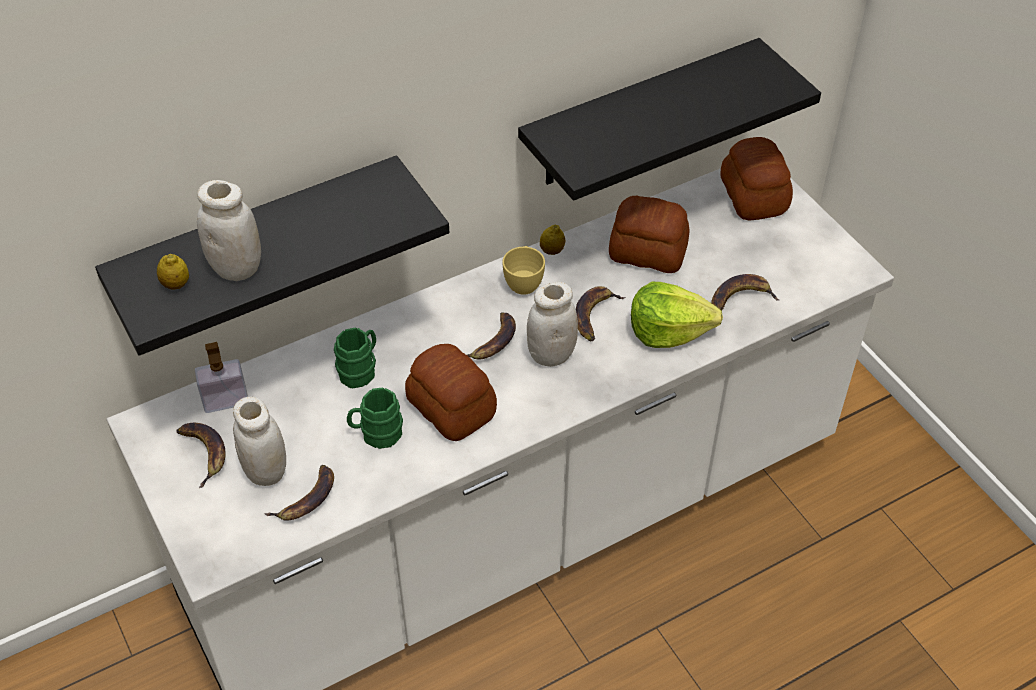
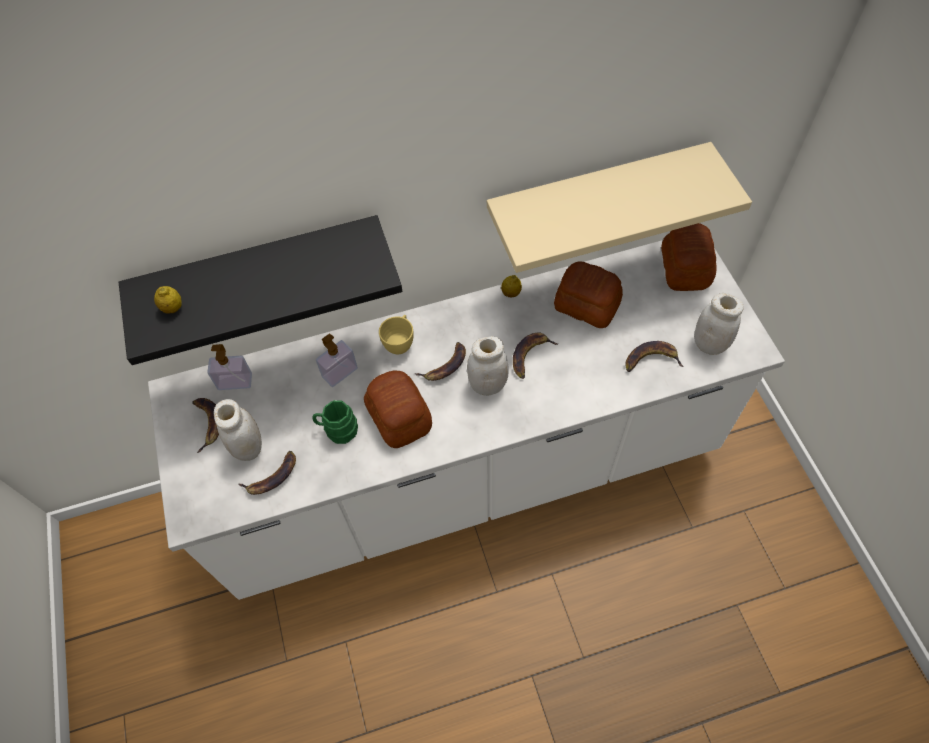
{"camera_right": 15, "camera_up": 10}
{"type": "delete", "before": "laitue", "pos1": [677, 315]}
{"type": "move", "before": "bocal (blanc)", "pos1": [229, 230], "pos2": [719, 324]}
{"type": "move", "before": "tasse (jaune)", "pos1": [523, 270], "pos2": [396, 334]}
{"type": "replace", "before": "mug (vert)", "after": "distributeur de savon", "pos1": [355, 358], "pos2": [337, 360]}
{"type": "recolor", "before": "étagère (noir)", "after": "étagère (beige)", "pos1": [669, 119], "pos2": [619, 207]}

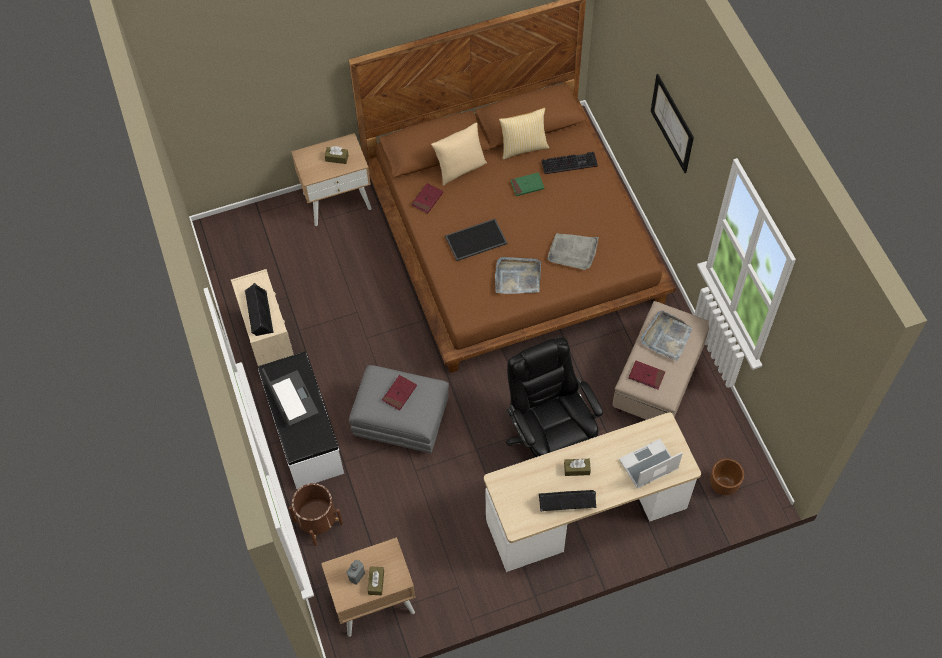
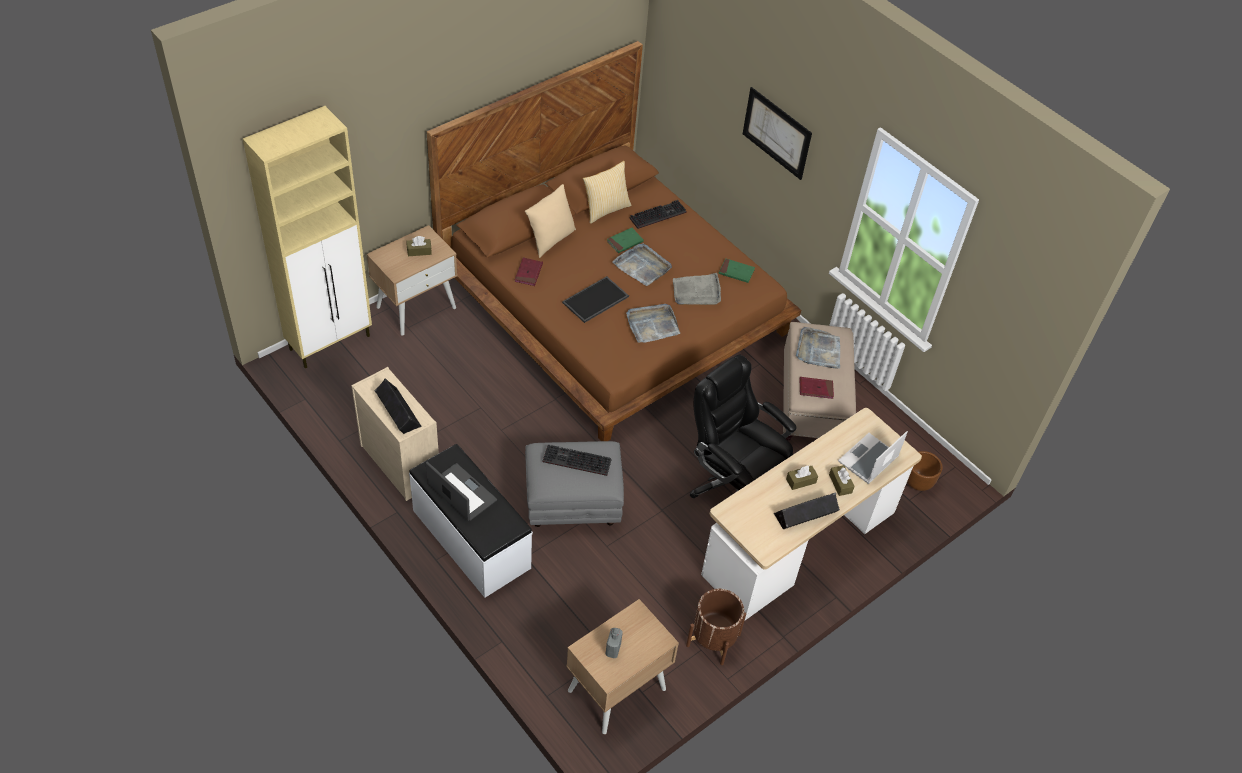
{"camera_right": -25, "camera_up": -10}
{"type": "insert", "after": "meuble de rangement (beige)", "pos2": [307, 237]}
{"type": "insert", "after": "plateau (gris)", "pos2": [642, 264]}
{"type": "insert", "after": "livre (vert)", "pos2": [736, 270]}
{"type": "move", "before": "cache-pot (marron)", "pos1": [316, 514], "pos2": [716, 627]}
{"type": "move", "before": "boîte à mouchoirs (marron)", "pos1": [375, 580], "pos2": [842, 480]}
{"type": "replace", "before": "livre (rouge)", "after": "clavier", "pos1": [399, 392], "pos2": [577, 460]}

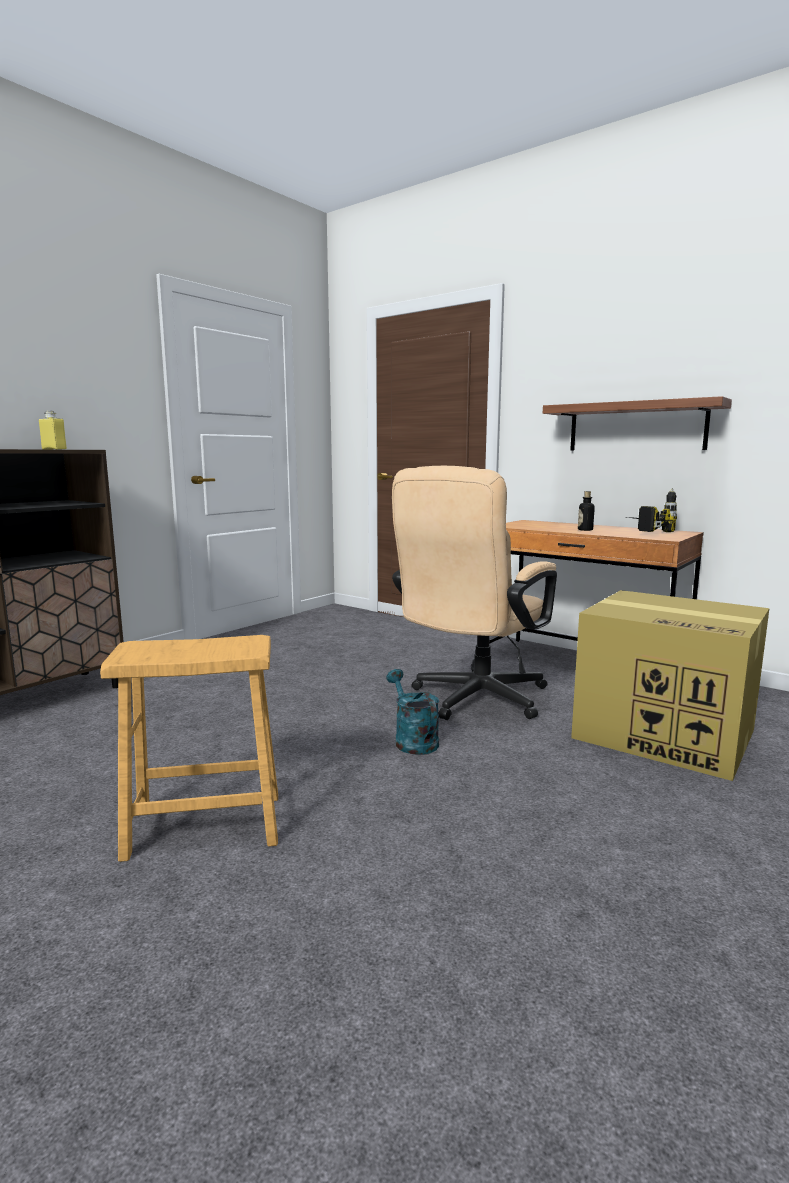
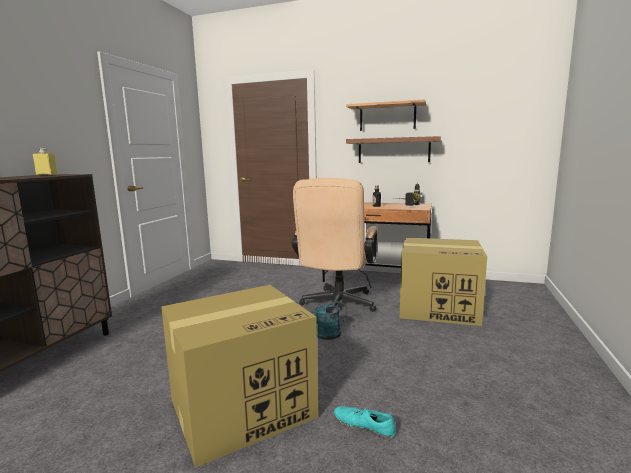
{"camera_right": -20, "camera_up": 0}
{"type": "insert", "after": "chaussure (turquoise)", "pos2": [365, 422]}
{"type": "insert", "after": "étagère", "pos2": [386, 115]}
{"type": "replace", "before": "tabouret (marron)", "after": "carton", "pos1": [189, 748], "pos2": [239, 376]}
{"type": "rotate", "before": "arrosoir (turquoise)", "pos1": [412, 712], "pos2": [321, 320], "turn": -45}

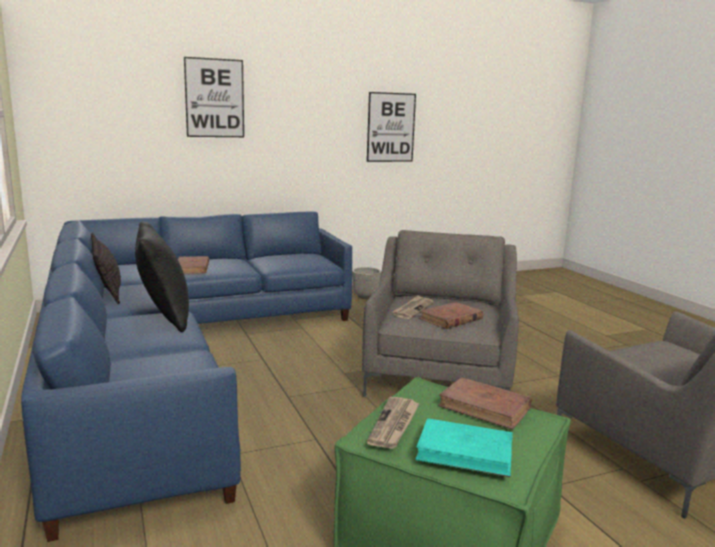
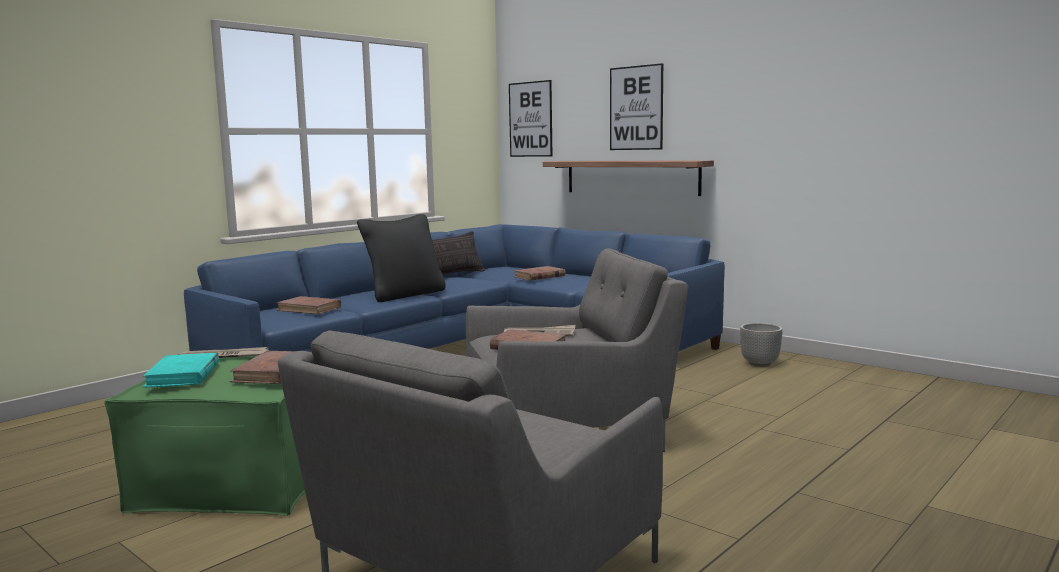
{"camera_right": 65, "camera_up": -5}
{"type": "insert", "after": "livre (marron)", "pos2": [308, 305]}
{"type": "insert", "after": "étagère", "pos2": [628, 178]}
{"type": "move", "before": "tableau", "pos1": [391, 127], "pos2": [530, 118]}

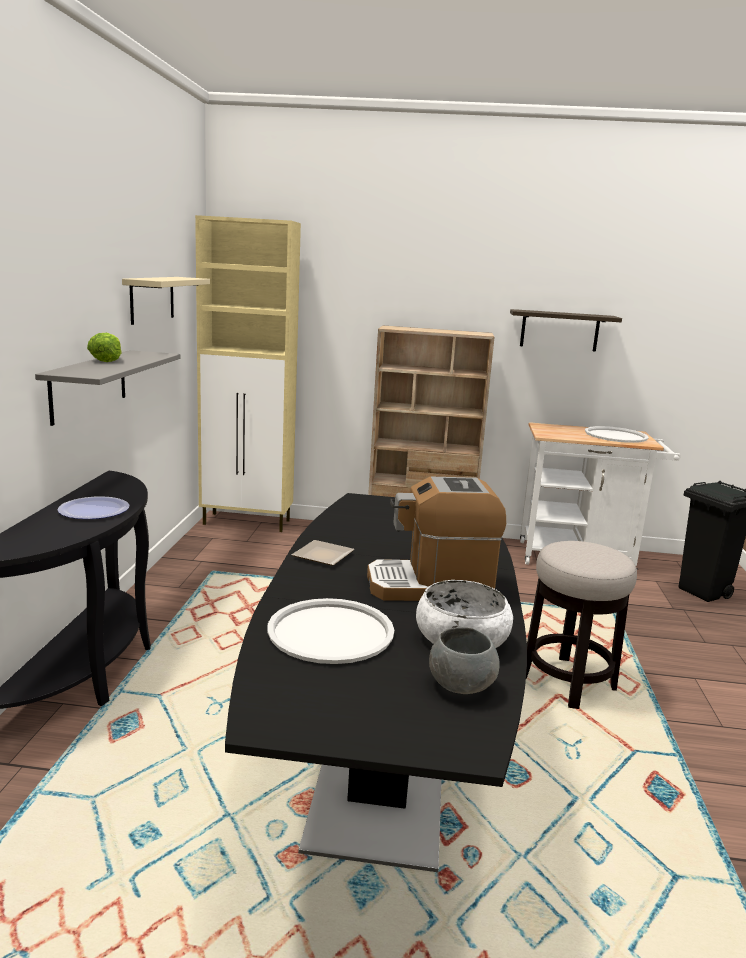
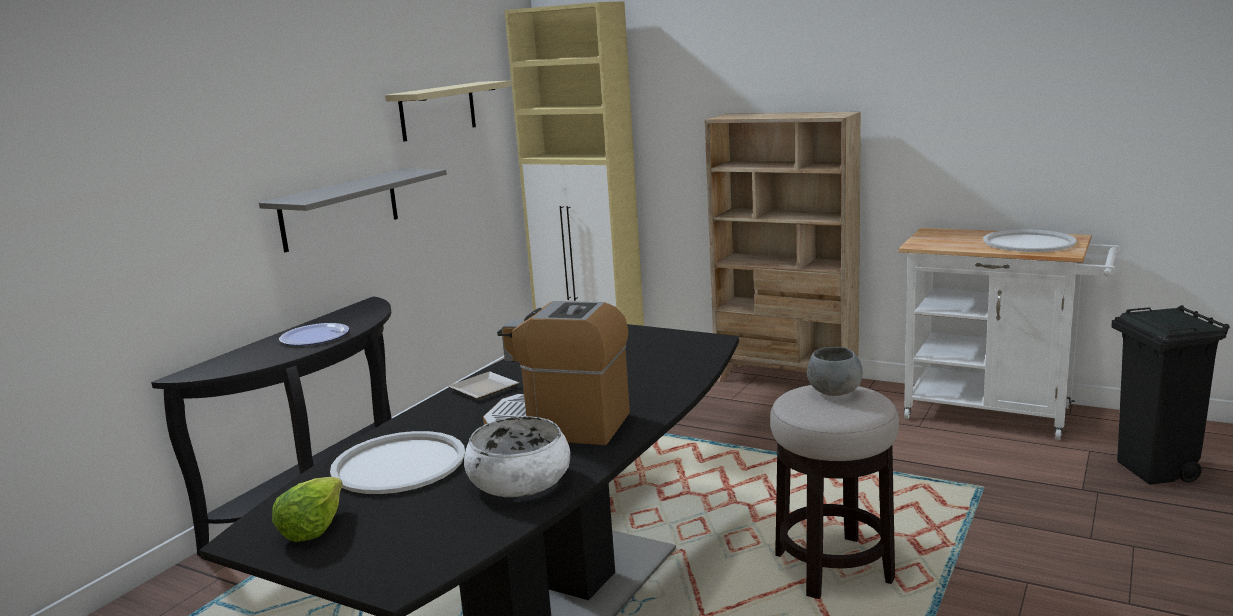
{"camera_right": 25, "camera_up": 0}
{"type": "delete", "before": "étagère", "pos1": [566, 330]}
{"type": "move", "before": "laitue", "pos1": [104, 347], "pos2": [307, 509]}
{"type": "move", "before": "bol (gris)", "pos1": [464, 660], "pos2": [835, 371]}

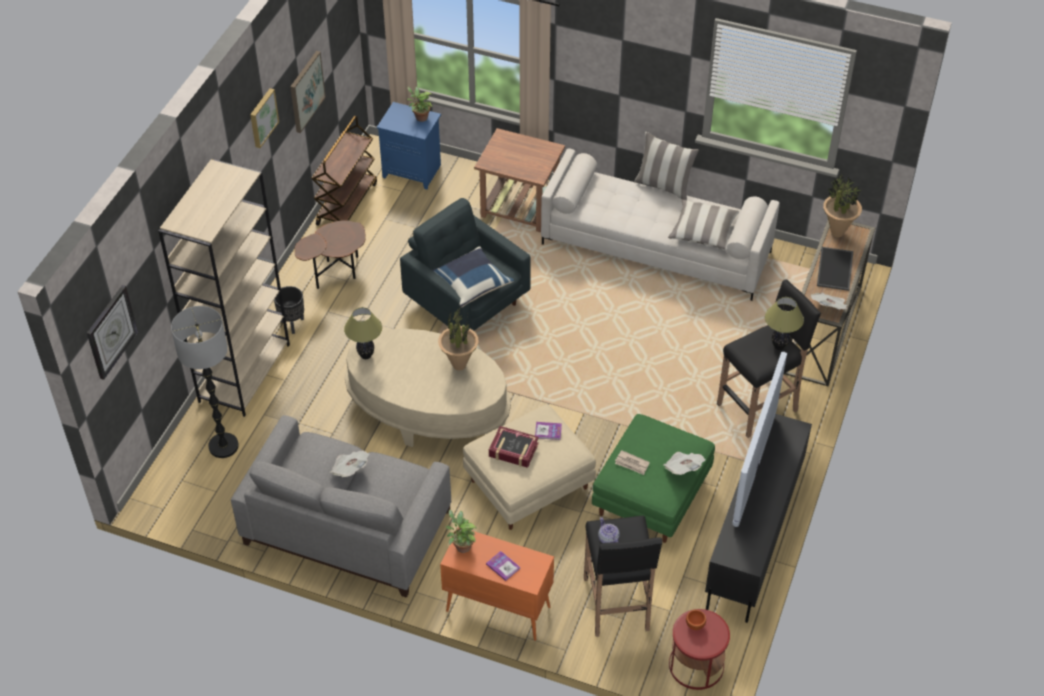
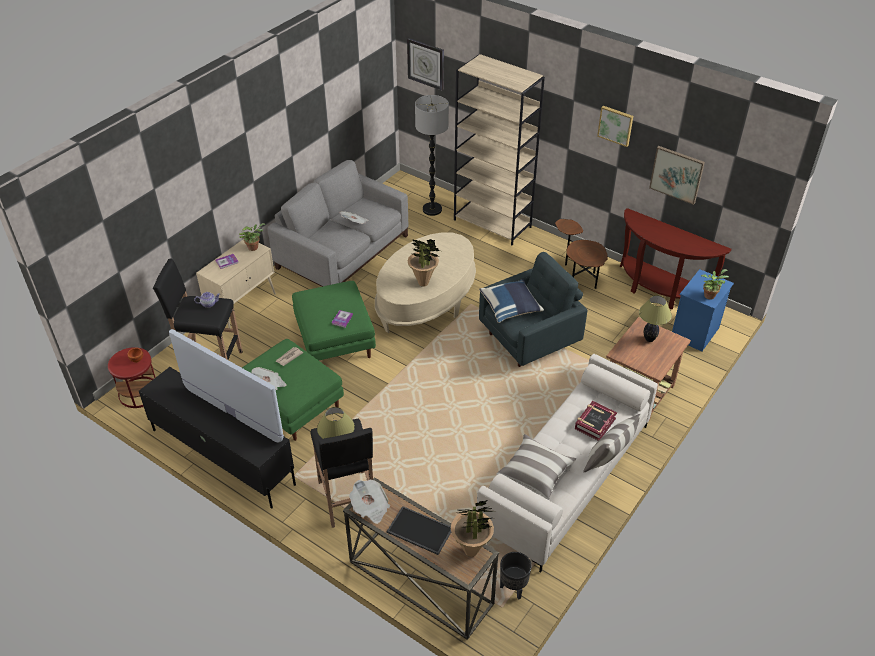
{"camera_right": 105, "camera_up": -5}
{"type": "move", "before": "cache-pot (noir)", "pos1": [289, 310], "pos2": [516, 576]}
{"type": "move", "before": "lampe de table", "pos1": [363, 333], "pos2": [655, 318]}
{"type": "move", "before": "livre", "pos1": [514, 447], "pos2": [596, 421]}
{"type": "replace", "before": "chariot (marron)", "after": "table console (marron)", "pos1": [344, 171], "pos2": [676, 258]}
{"type": "recolor", "before": "meuble de rangement (orange)", "after": "meuble de rangement (beige)", "pos1": [497, 584], "pos2": [236, 283]}
{"type": "recolor", "before": "pouf (beige)", "after": "pouf (vert)", "pos1": [529, 467], "pos2": [334, 320]}

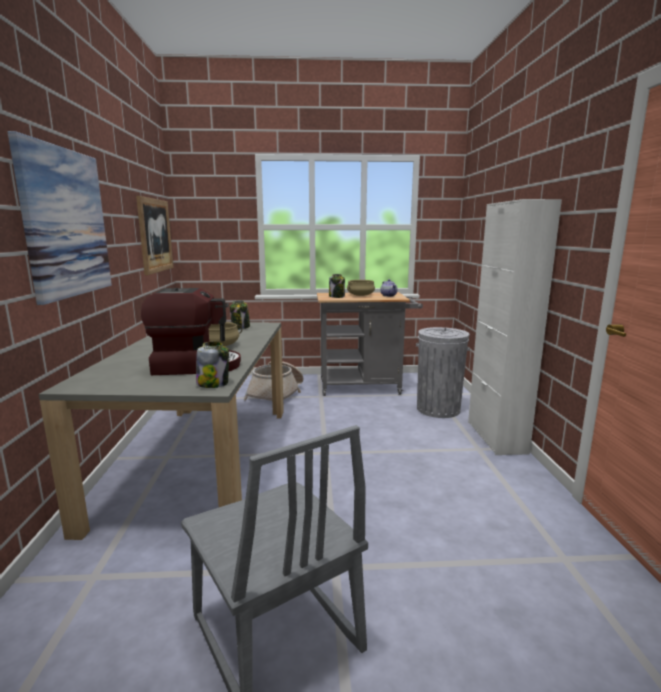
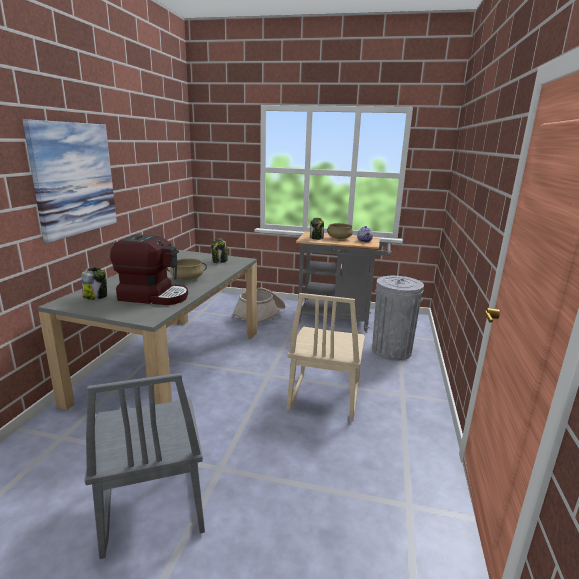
{"camera_right": 15, "camera_up": 5}
{"type": "delete", "before": "tableau", "pos1": [155, 235]}
{"type": "delete", "before": "meuble de rangement (blanc)", "pos1": [515, 327]}
{"type": "insert", "after": "chaise (beige)", "pos2": [326, 357]}
{"type": "move", "before": "bocal", "pos1": [212, 365], "pos2": [94, 283]}

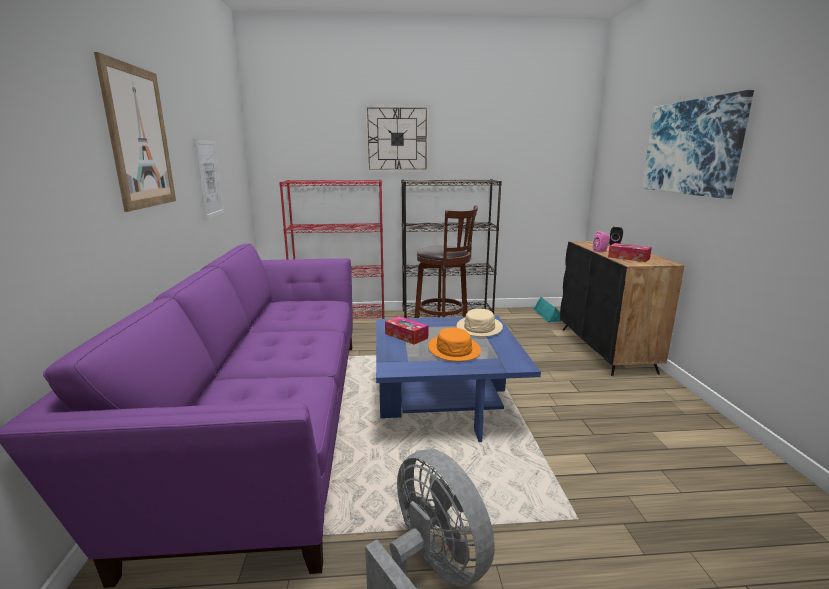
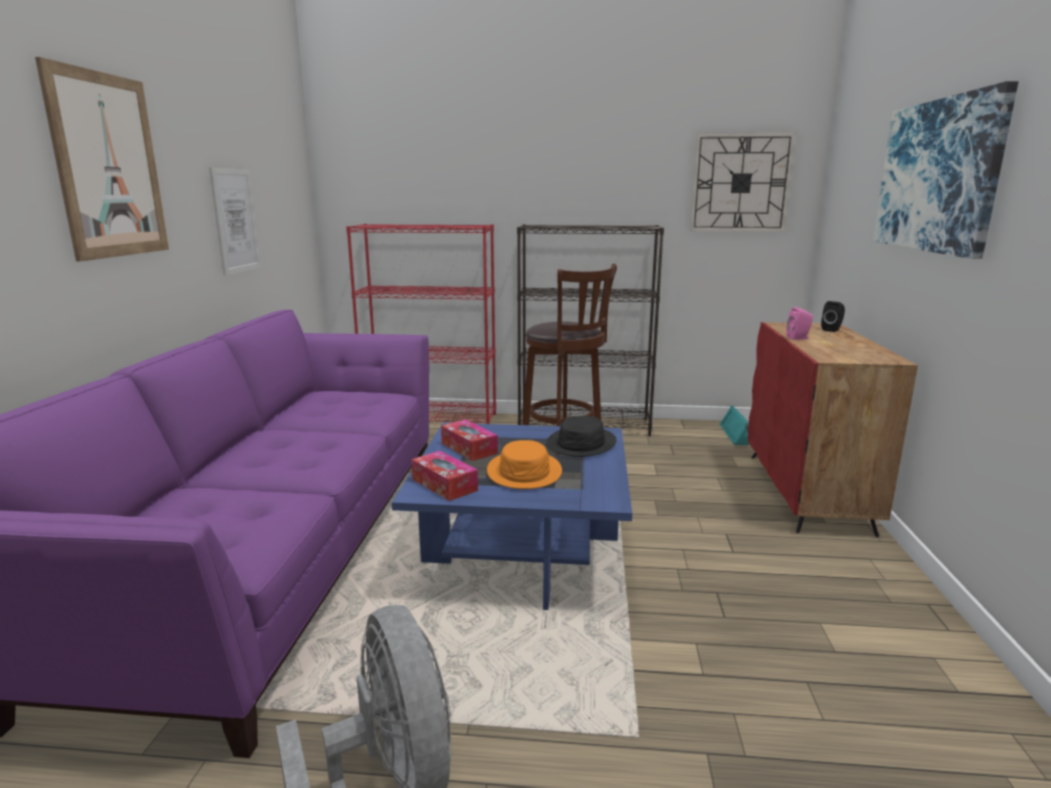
{"camera_right": 10, "camera_up": 0}
{"type": "move", "before": "horloge murale", "pos1": [397, 138], "pos2": [743, 182]}
{"type": "move", "before": "boîte à mouchoirs", "pos1": [630, 252], "pos2": [444, 476]}
{"type": "recolor", "before": "chapeau (beige)", "after": "chapeau (noir)", "pos1": [480, 323], "pos2": [581, 436]}
{"type": "recolor", "before": "meuble de rangement (noir)", "after": "meuble de rangement (rouge)", "pos1": [622, 308], "pos2": [833, 429]}

